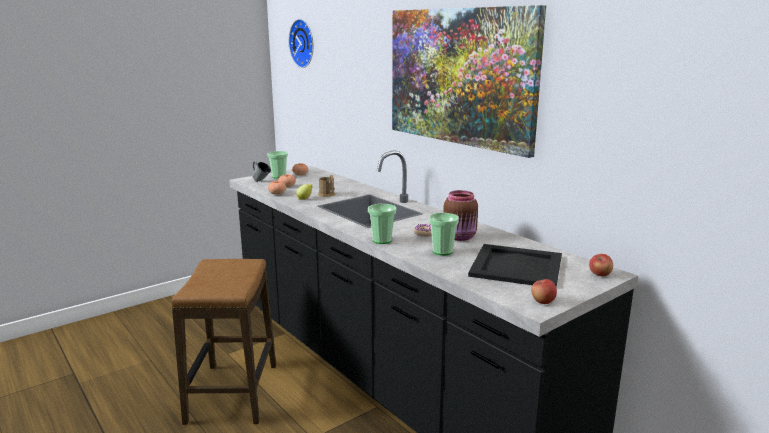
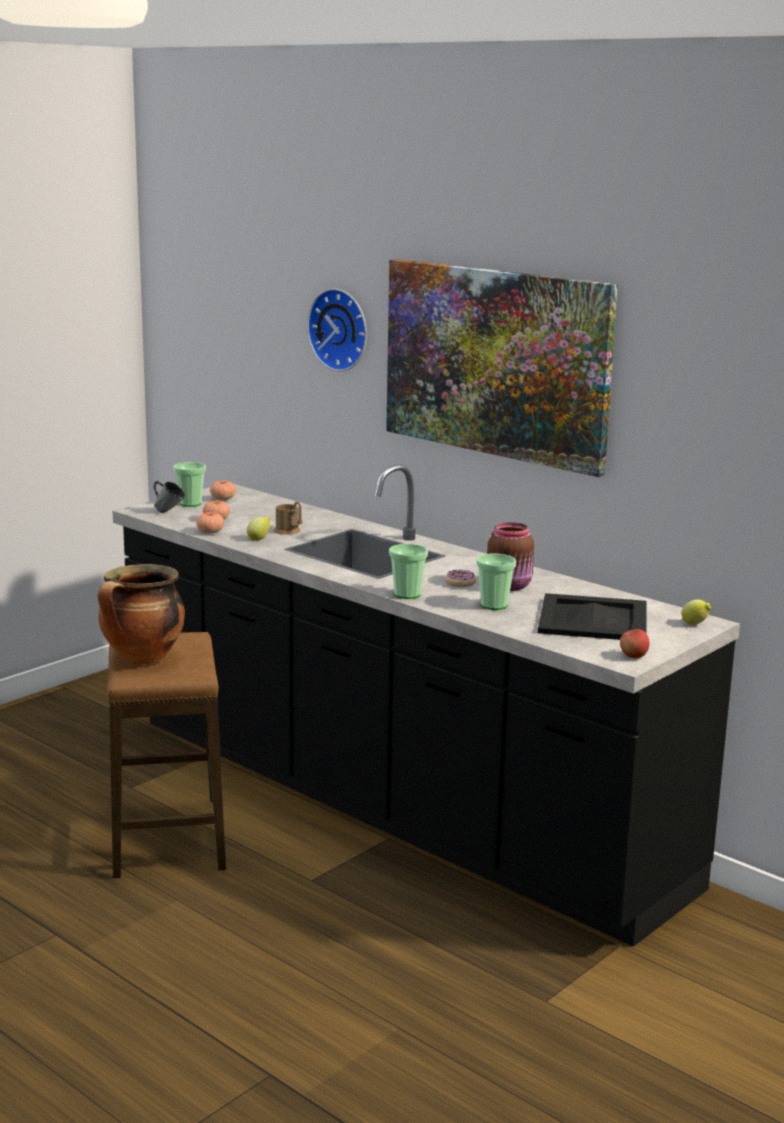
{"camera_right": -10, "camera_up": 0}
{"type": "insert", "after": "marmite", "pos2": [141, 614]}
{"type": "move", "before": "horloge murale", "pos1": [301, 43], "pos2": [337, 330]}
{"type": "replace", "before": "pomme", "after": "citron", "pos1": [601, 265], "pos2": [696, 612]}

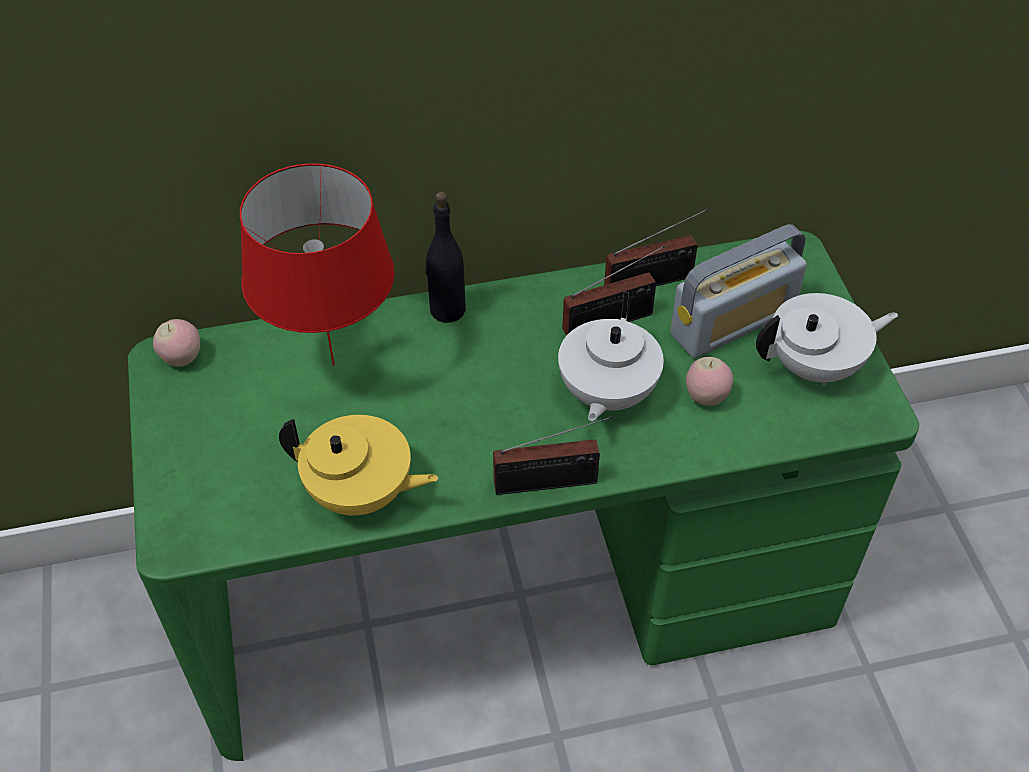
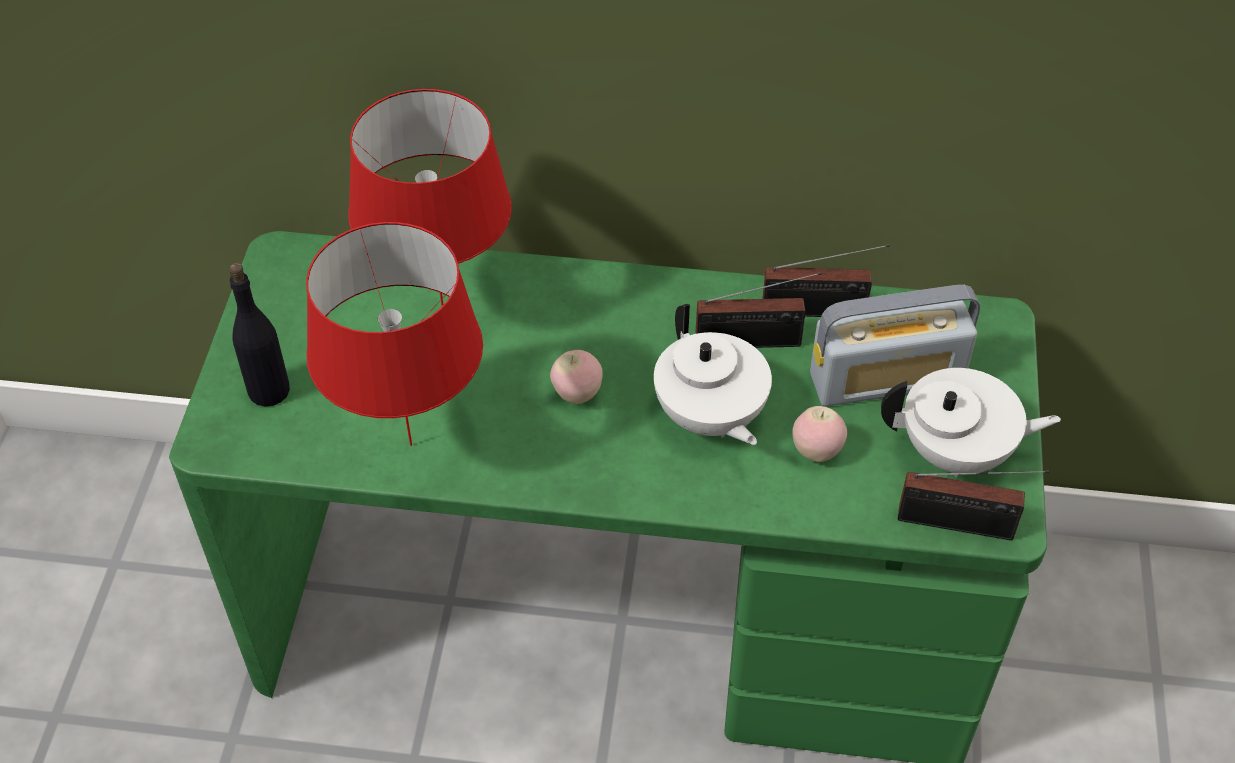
{"camera_right": 20, "camera_up": 0}
{"type": "move", "before": "pomme", "pos1": [176, 343], "pos2": [576, 377]}
{"type": "move", "before": "bouteille (noir)", "pos1": [445, 257], "pos2": [259, 335]}
{"type": "move", "before": "radio", "pos1": [553, 455], "pos2": [973, 505]}
{"type": "replace", "before": "théière (jaune)", "after": "lampe de table (rouge)", "pos1": [358, 465], "pos2": [394, 334]}
{"type": "rotate", "before": "théière (blanc)", "pos1": [611, 356], "pos2": [713, 374], "turn": -60}

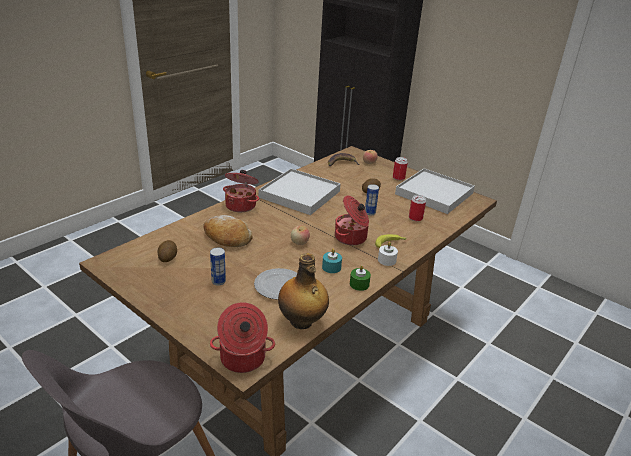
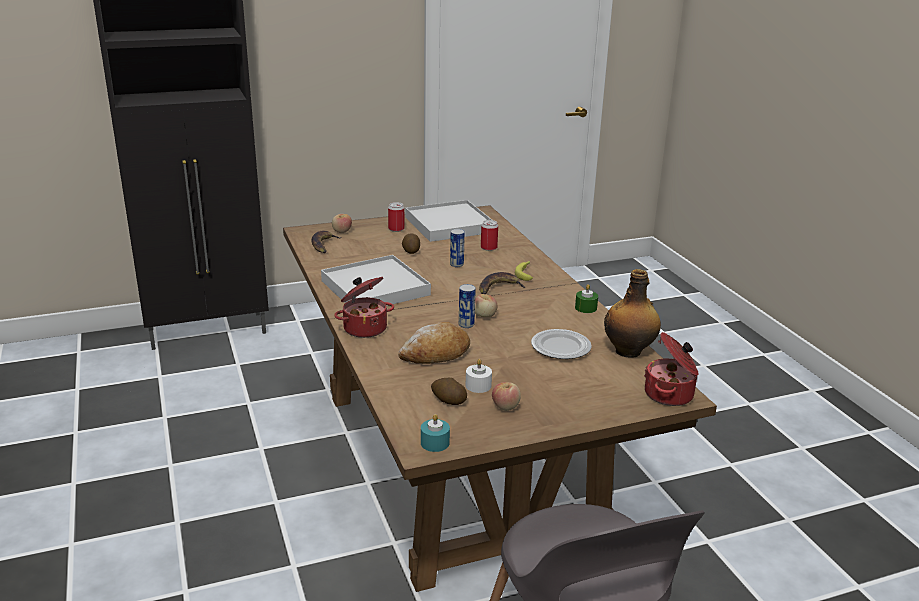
{"camera_right": -60, "camera_up": -5}
{"type": "insert", "after": "pomme", "pos2": [506, 396]}
{"type": "move", "before": "boîte métallique", "pos1": [218, 267], "pos2": [467, 306]}
{"type": "move", "before": "bougie (turquoise)", "pos1": [332, 260], "pos2": [435, 433]}
{"type": "move", "before": "bougie (blanc)", "pos1": [388, 254], "pos2": [479, 376]}
{"type": "replace", "before": "marmite", "after": "banane", "pos1": [352, 220], "pos2": [502, 283]}

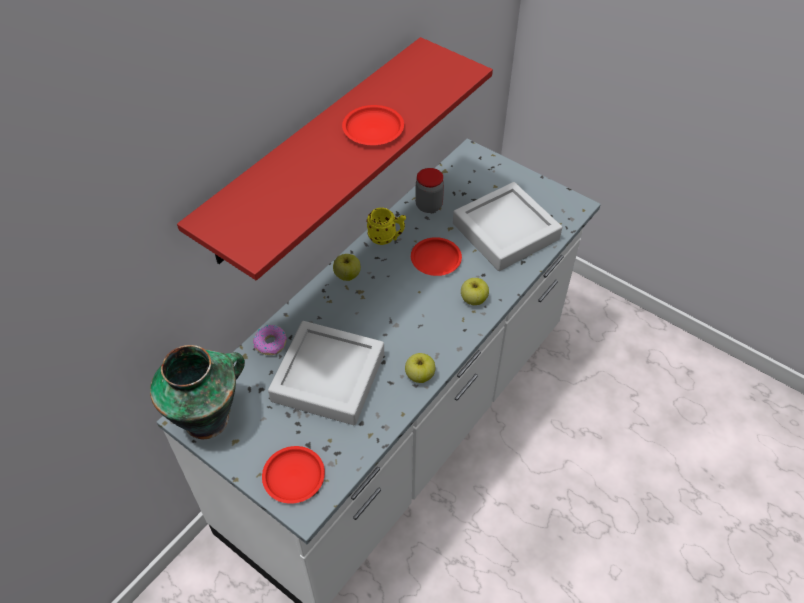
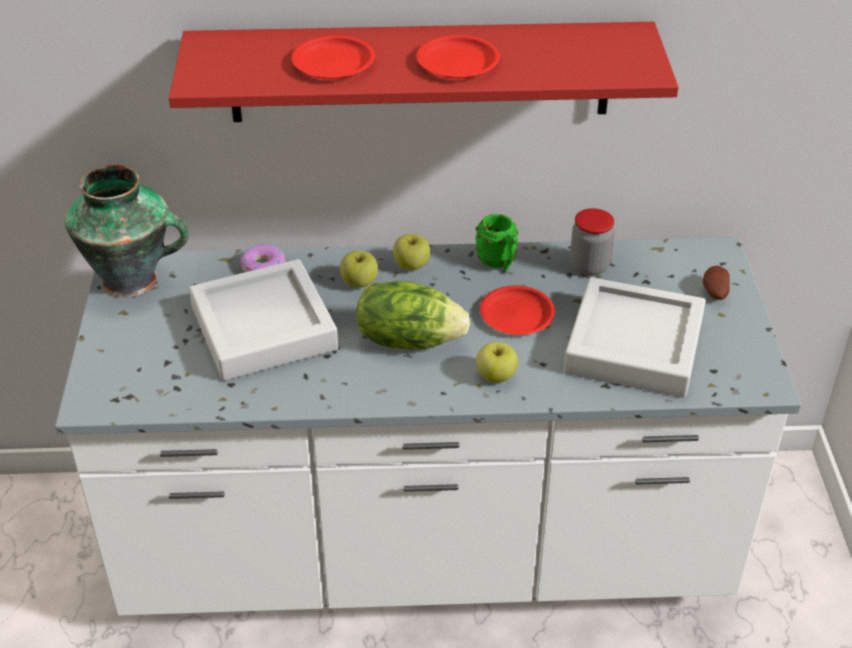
{"camera_right": 50, "camera_up": -10}
{"type": "insert", "after": "laitue", "pos2": [413, 315]}
{"type": "insert", "after": "pomme de terre", "pos2": [716, 282]}
{"type": "move", "before": "assiette (rouge)", "pos1": [293, 475], "pos2": [333, 57]}
{"type": "move", "before": "pomme", "pos1": [420, 368], "pos2": [359, 269]}
{"type": "recolor", "before": "mug (jaune)", "after": "mug (vert)", "pos1": [386, 226], "pos2": [496, 242]}

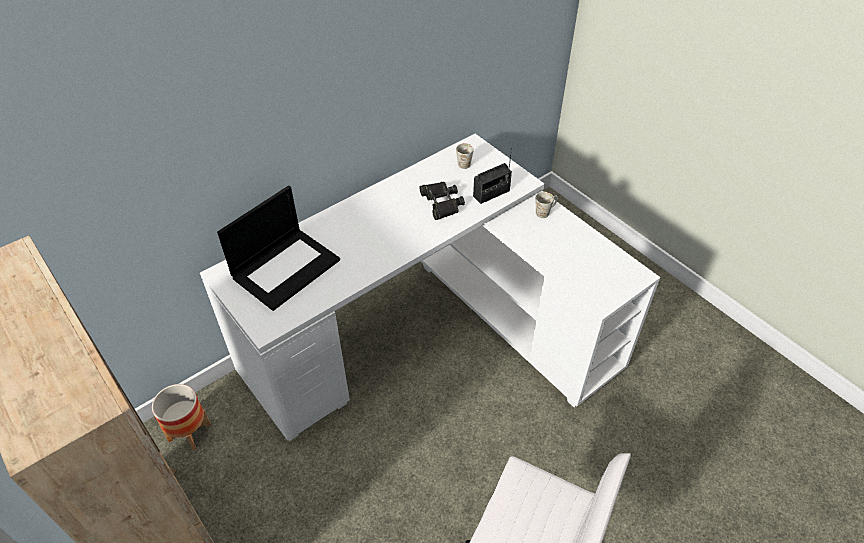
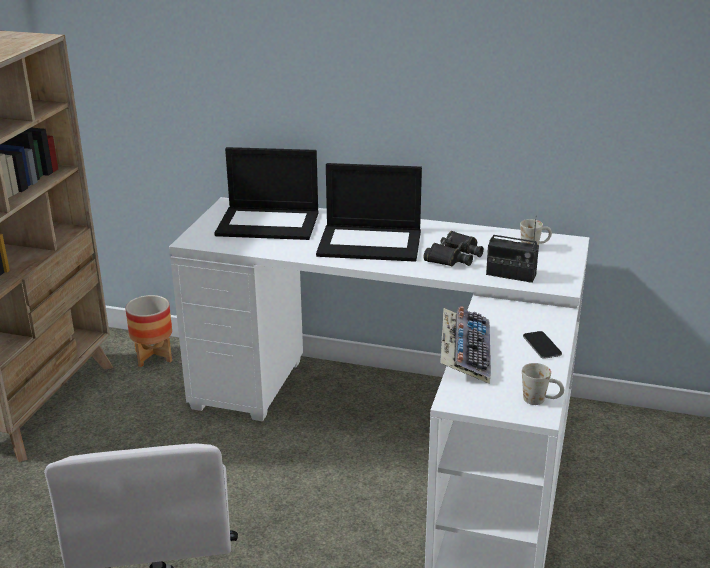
{"camera_right": 55, "camera_up": -20}
{"type": "insert", "after": "ordinateur portable", "pos2": [369, 212]}
{"type": "insert", "after": "clavier", "pos2": [465, 345]}
{"type": "insert", "after": "téléphone", "pos2": [542, 345]}
{"type": "move", "before": "mug (blanc)", "pos1": [547, 205], "pos2": [543, 384]}

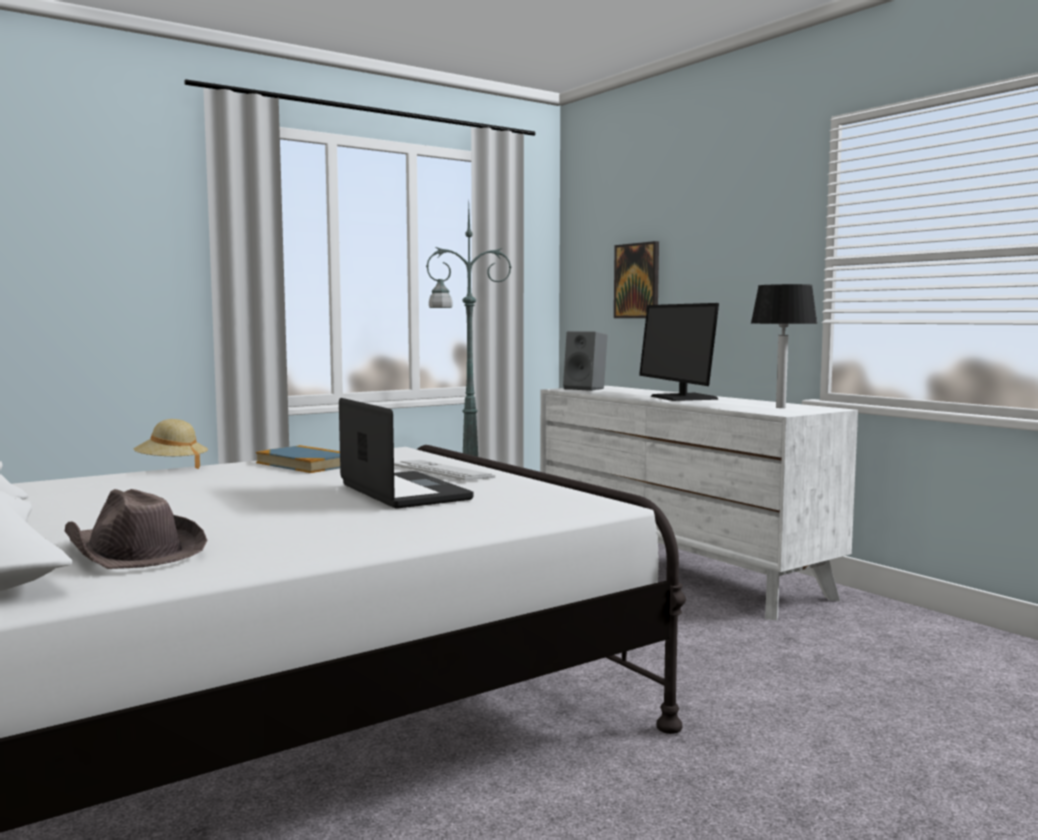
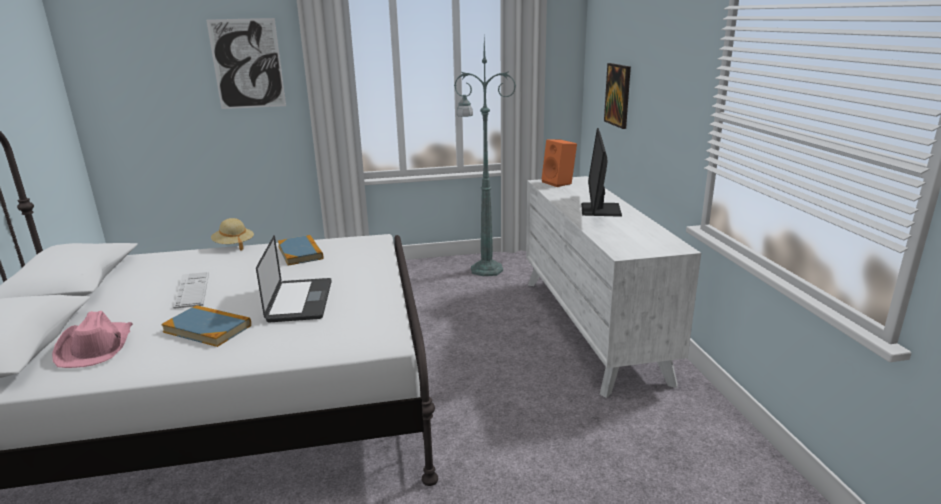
{"camera_right": 25, "camera_up": 15}
{"type": "delete", "before": "lampe de table", "pos1": [784, 346]}
{"type": "insert", "after": "livre", "pos2": [206, 326]}
{"type": "insert", "after": "tableau", "pos2": [246, 63]}
{"type": "move", "before": "clavier", "pos1": [444, 470], "pos2": [191, 290]}
{"type": "recolor", "before": "chapeau (marron)", "after": "chapeau (rose)", "pos1": [136, 529], "pos2": [92, 339]}
{"type": "recolor", "before": "enceinte (gris)", "after": "enceinte (orange)", "pos1": [585, 361], "pos2": [559, 163]}

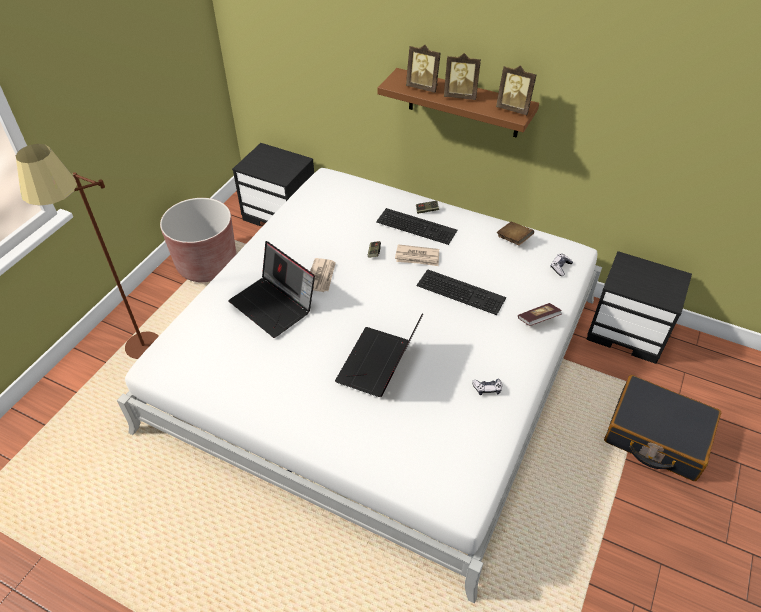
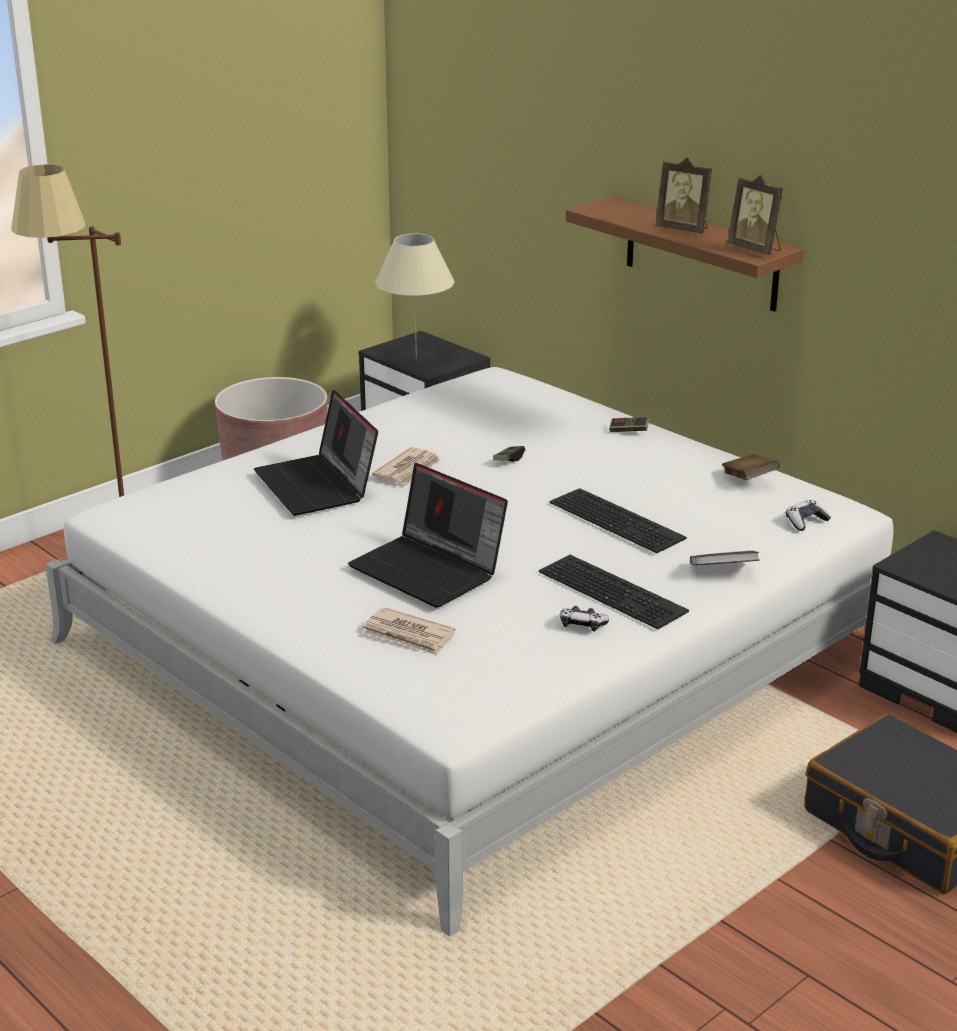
{"camera_right": 20, "camera_up": -20}
{"type": "delete", "before": "cadre photo", "pos1": [423, 69]}
{"type": "insert", "after": "lampe de table (beige)", "pos2": [415, 296]}
{"type": "move", "before": "clavier", "pos1": [416, 226], "pos2": [614, 592]}
{"type": "move", "before": "journal", "pos1": [417, 255], "pos2": [409, 631]}
{"type": "rotate", "before": "ordinateur portable", "pos1": [379, 355], "pos2": [428, 535], "turn": -90}

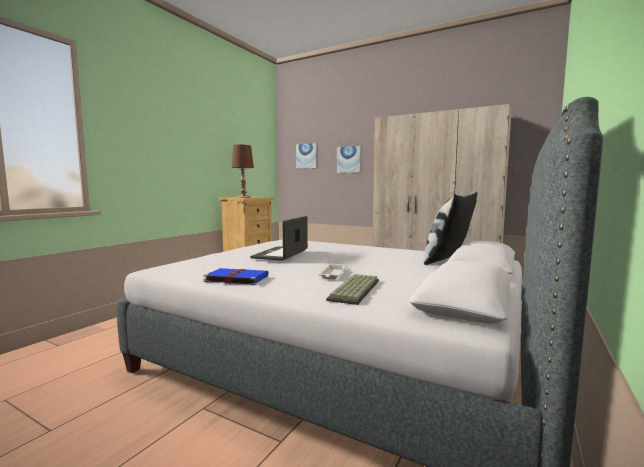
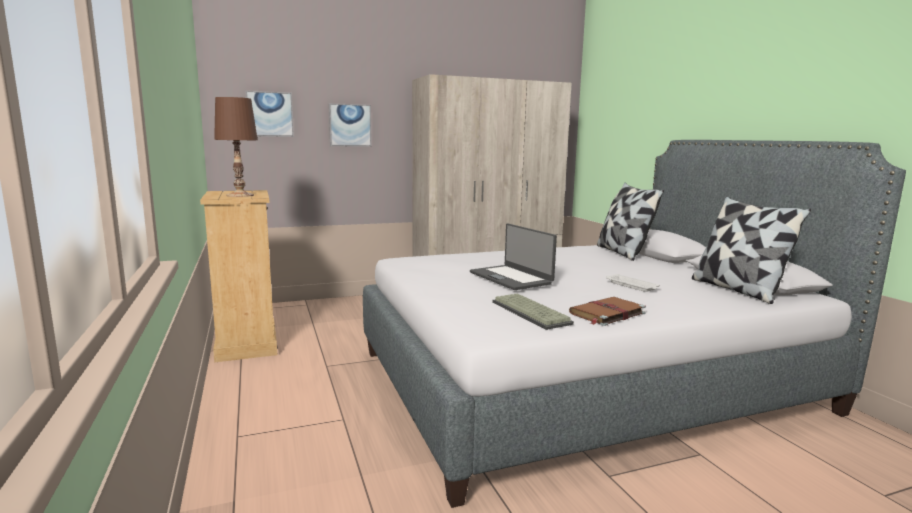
{"camera_right": -50, "camera_up": 5}
{"type": "insert", "after": "coussin", "pos2": [751, 250]}
{"type": "move", "before": "clavier", "pos1": [352, 289], "pos2": [533, 311]}
{"type": "recolor", "before": "livre (bleu)", "after": "livre (marron)", "pos1": [236, 276], "pos2": [607, 311]}

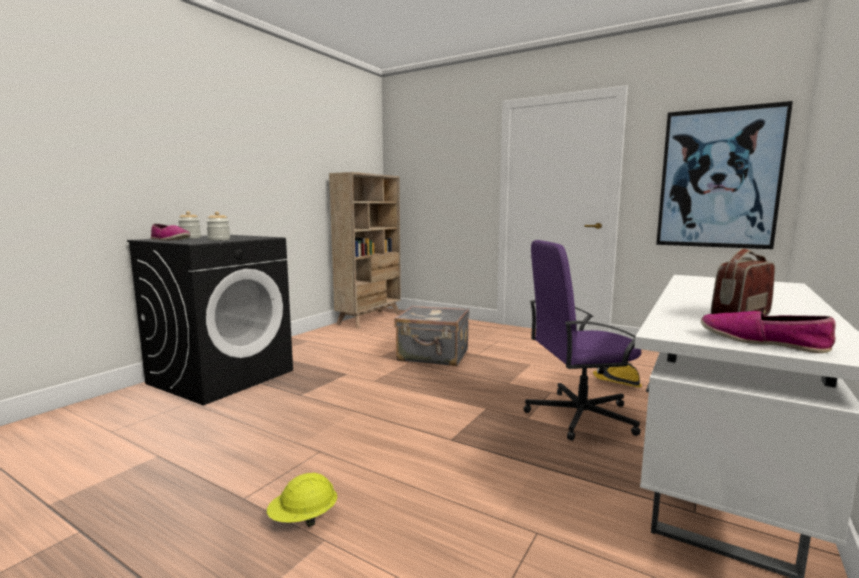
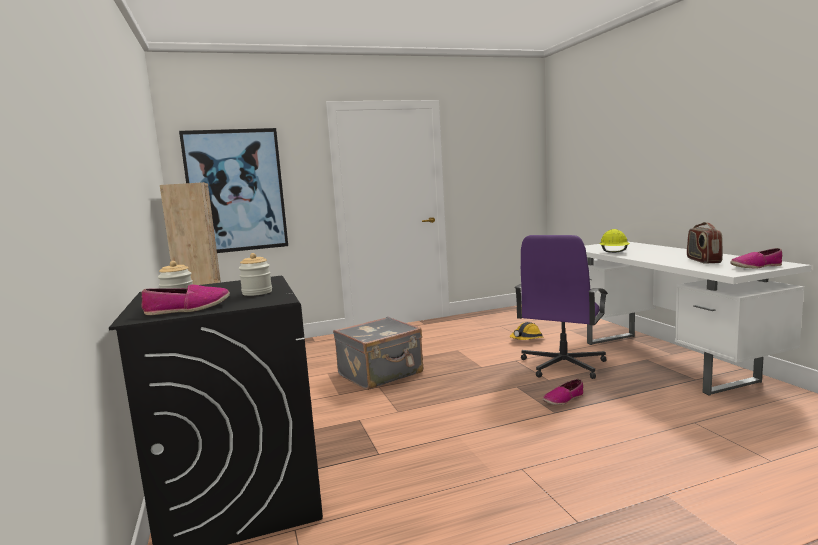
{"camera_right": -50, "camera_up": 0}
{"type": "insert", "after": "chaussure", "pos2": [563, 392]}
{"type": "move", "before": "casque de chantier (jaune)", "pos1": [302, 500], "pos2": [614, 241]}
{"type": "move", "before": "tableau", "pos1": [724, 175], "pos2": [233, 190]}

